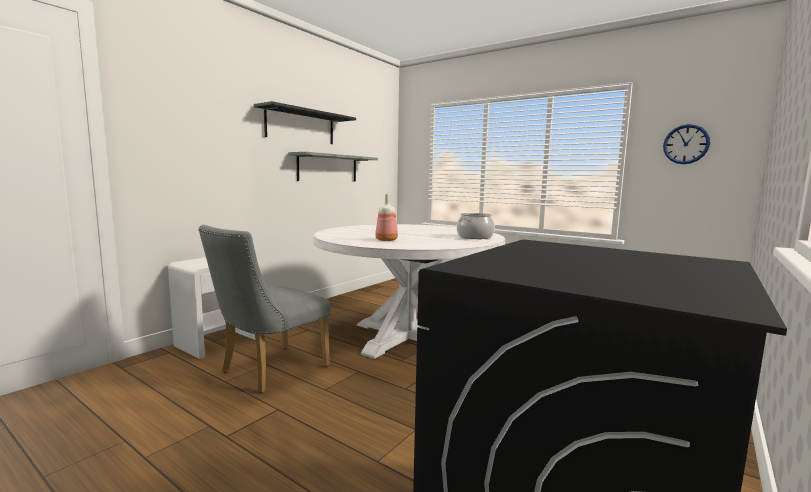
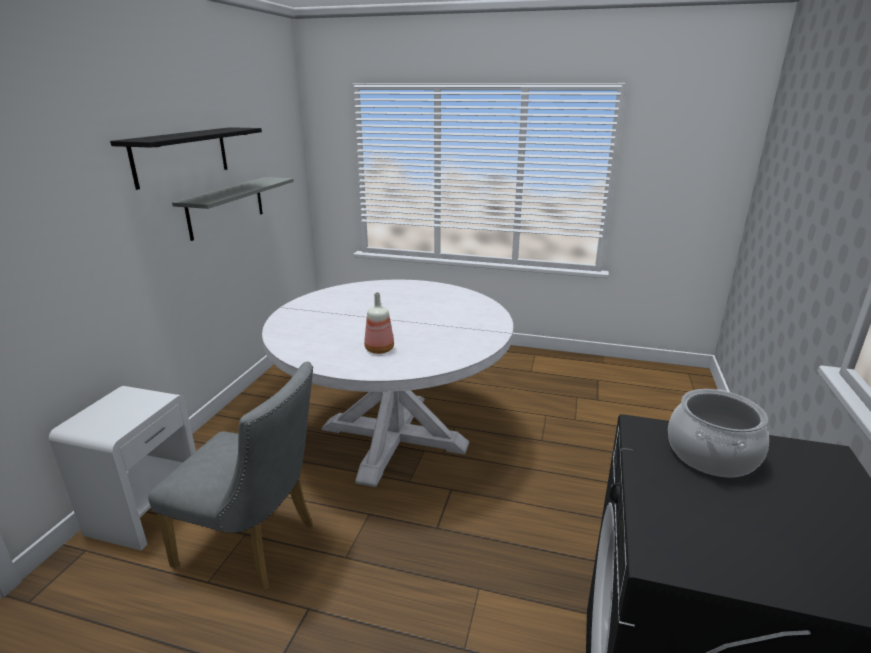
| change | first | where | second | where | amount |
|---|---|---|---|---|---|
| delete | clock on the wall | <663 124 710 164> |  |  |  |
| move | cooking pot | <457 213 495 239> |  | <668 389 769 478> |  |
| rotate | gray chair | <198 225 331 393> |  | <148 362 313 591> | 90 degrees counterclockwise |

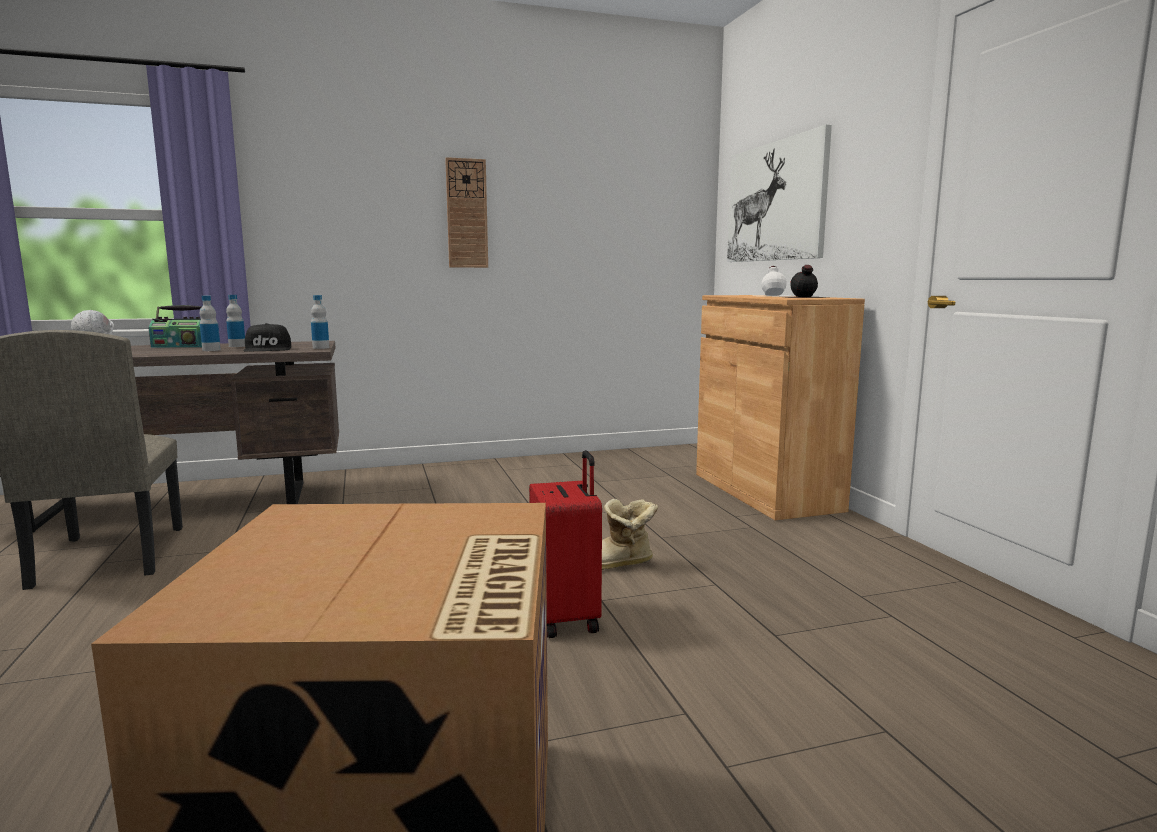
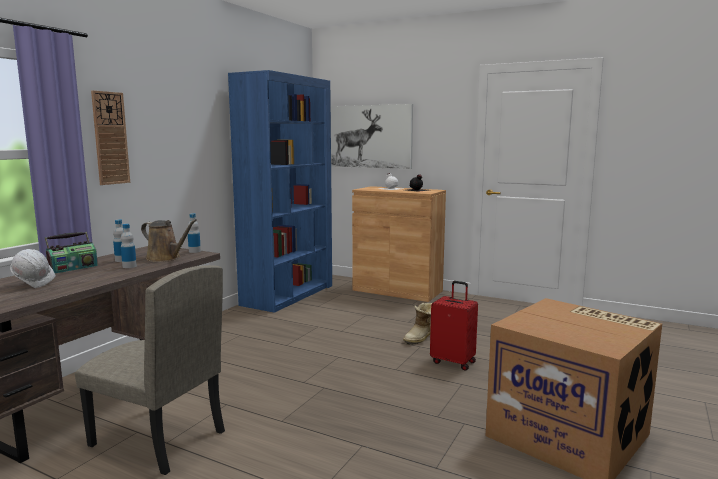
| change | first | where | second | where | amount |
|---|---|---|---|---|---|
| insert |  |  | blue bookshelf | <228 70 332 313> |  |
| move | clock on the wall | <445 157 488 268> |  | <91 90 130 185> |  |
| replace | black-coloured baseball cap | <243 323 291 351> | brown-coloured sprinkling can | <141 219 197 262> |  |

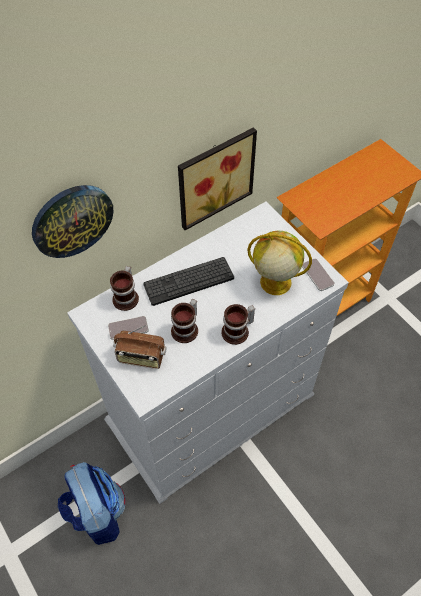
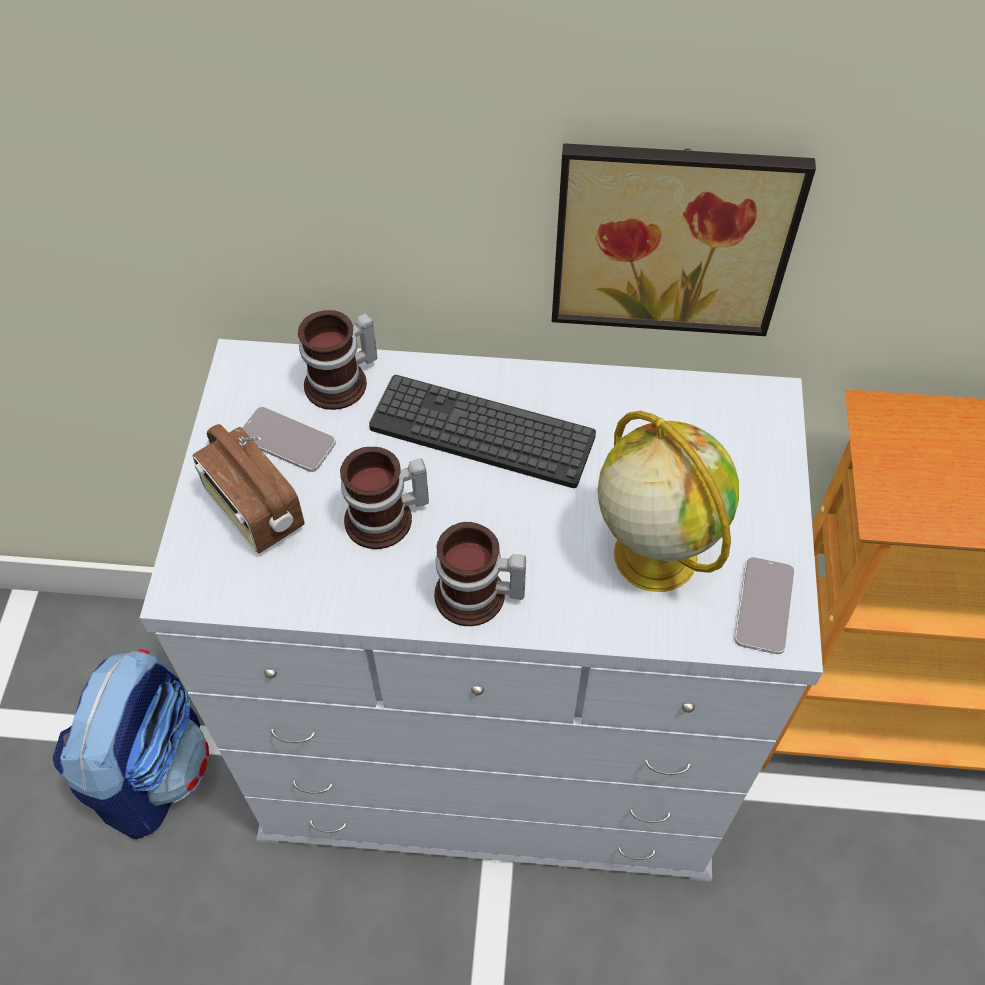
| change | first | where | second | where | amount |
|---|---|---|---|---|---|
| delete | clock on the wall | <32 185 114 258> |  |  |  |

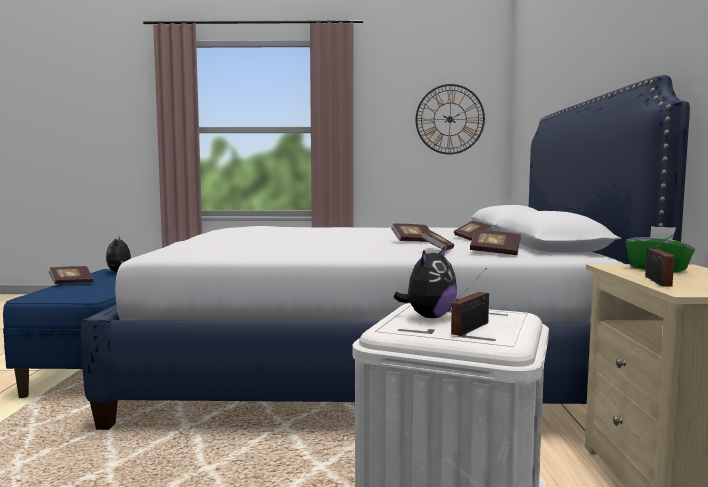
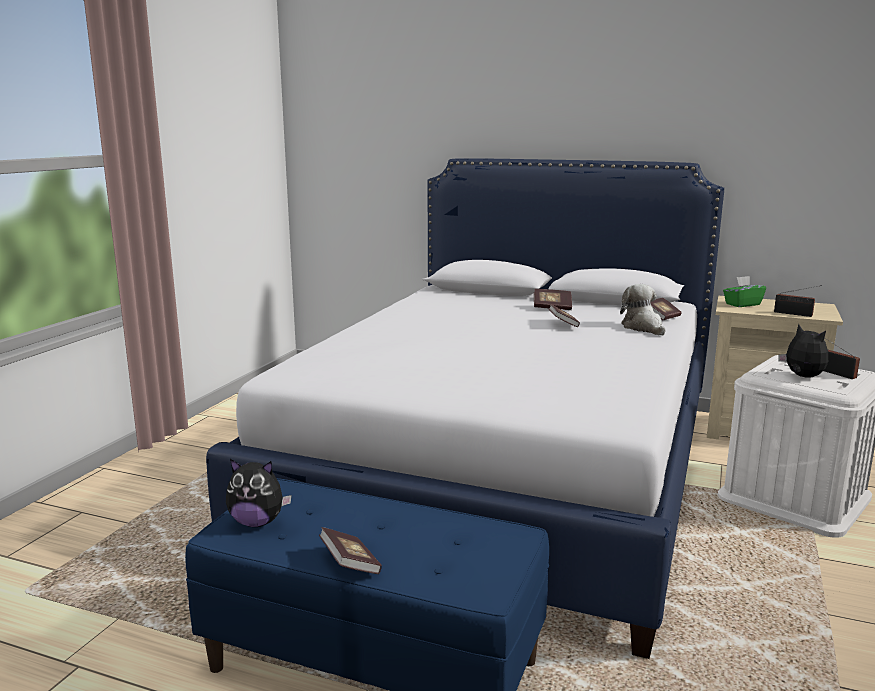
| change | first | where | second | where | amount |
|---|---|---|---|---|---|
| delete | clock on the wall | <416 84 485 154> |  |  |  |
| replace | bound book | <420 230 454 251> | soft toy | <620 284 665 336> |  |

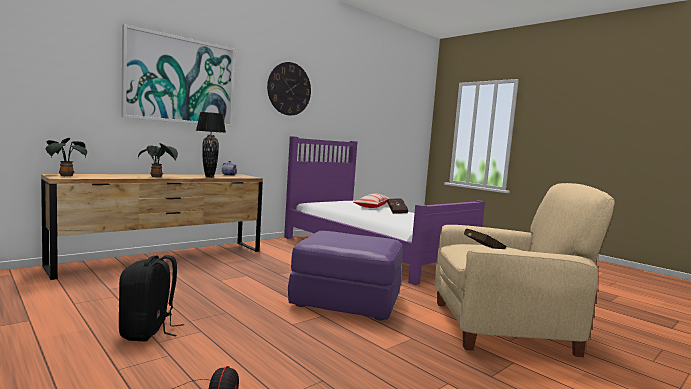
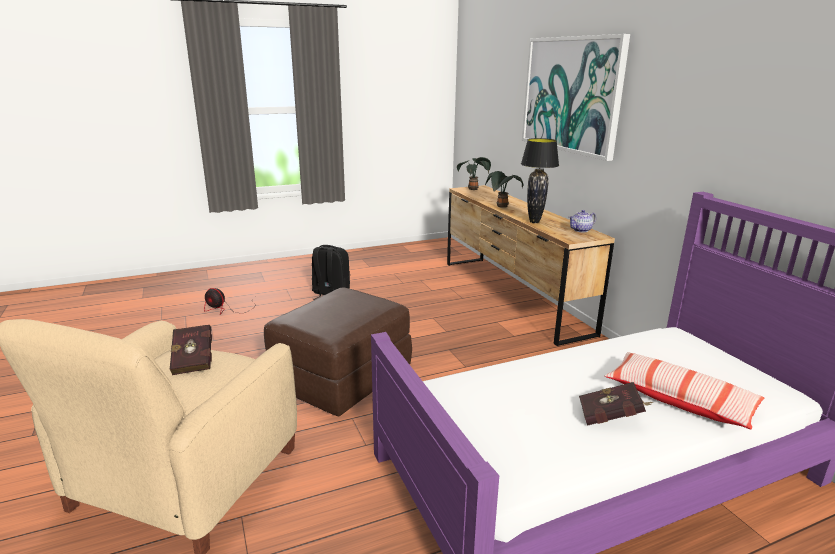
| change | first | where | second | where | amount |
|---|---|---|---|---|---|
| delete | clock on the wall | <267 62 311 115> |  |  |  |
| recolor | purple ottoman | <288 231 403 321> | brown-coloured ottoman | <264 287 412 416> |  |

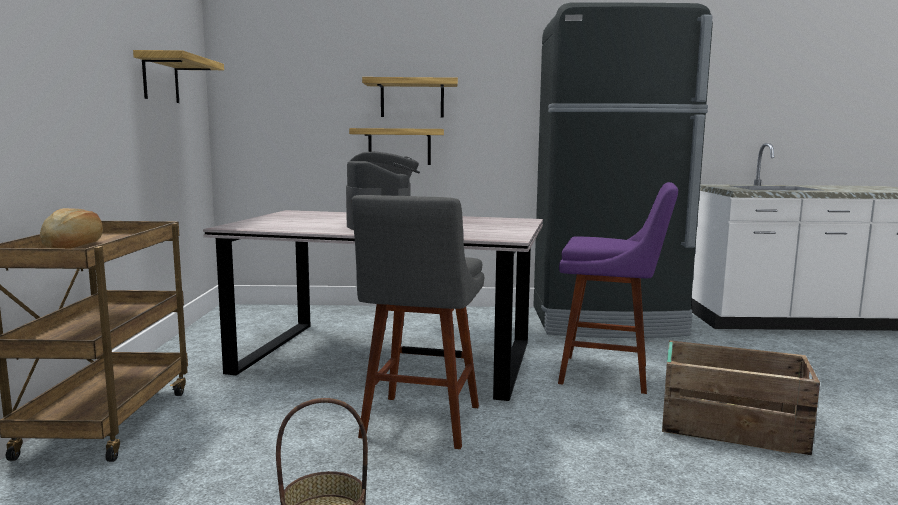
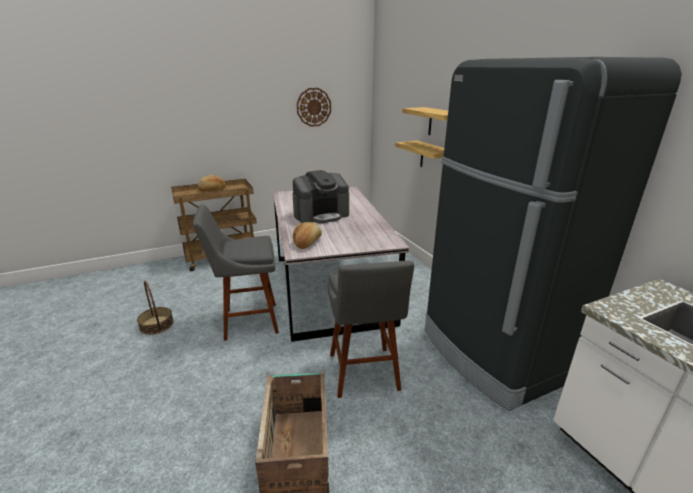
| change | first | where | second | where | amount |
|---|---|---|---|---|---|
| insert |  |  | bread | <293 222 322 249> |  |
| replace | shelf | <133 50 224 103> | clock on the wall | <297 88 331 127> |  |
| recolor | purple stool | <558 182 678 394> | gray stool | <328 261 414 398> |  |

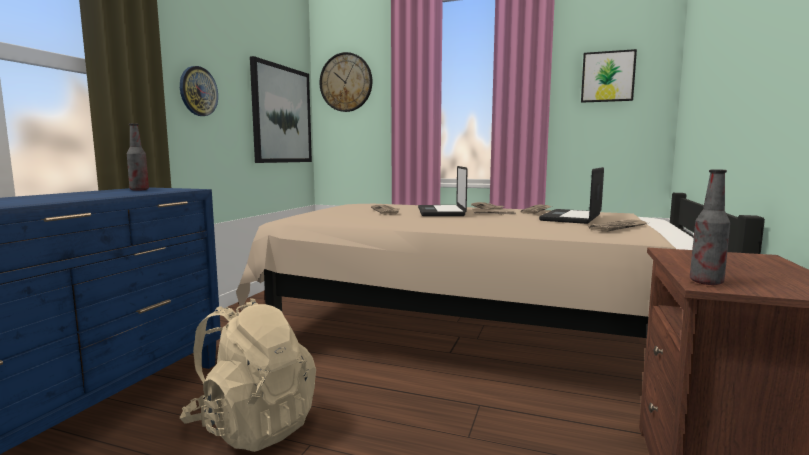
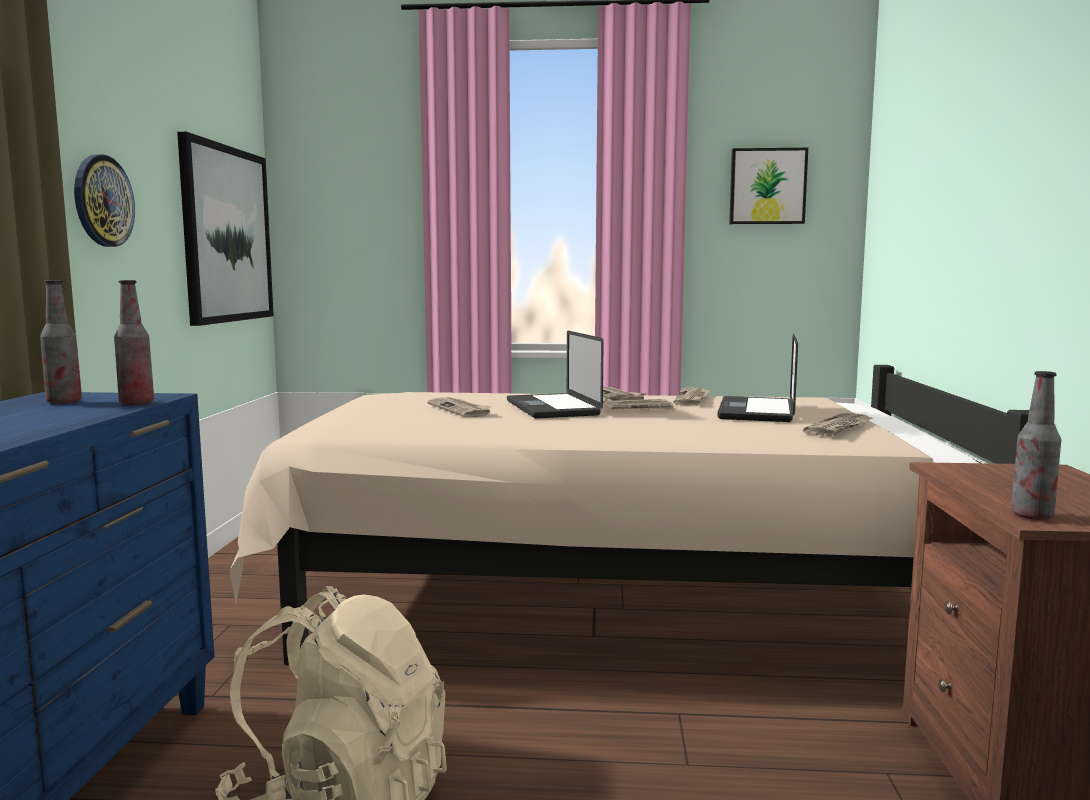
| change | first | where | second | where | amount |
|---|---|---|---|---|---|
| delete | clock on the wall | <320 52 372 112> |  |  |  |
| insert |  |  | beverage bottle | <114 280 154 405> |  |

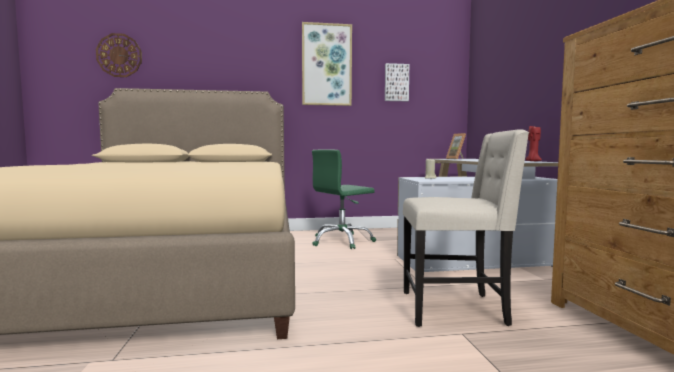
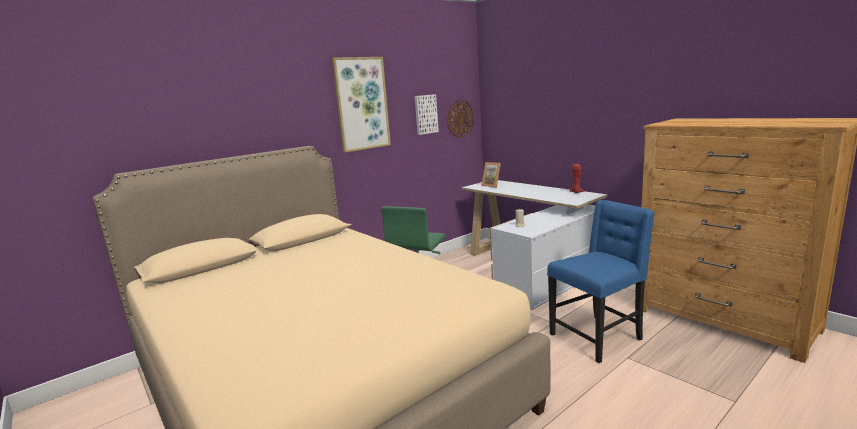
| change | first | where | second | where | amount |
|---|---|---|---|---|---|
| move | clock on the wall | <96 33 142 77> |  | <447 100 474 138> |  |
| recolor | beige chair | <403 129 529 327> | blue chair | <547 200 655 363> |  |

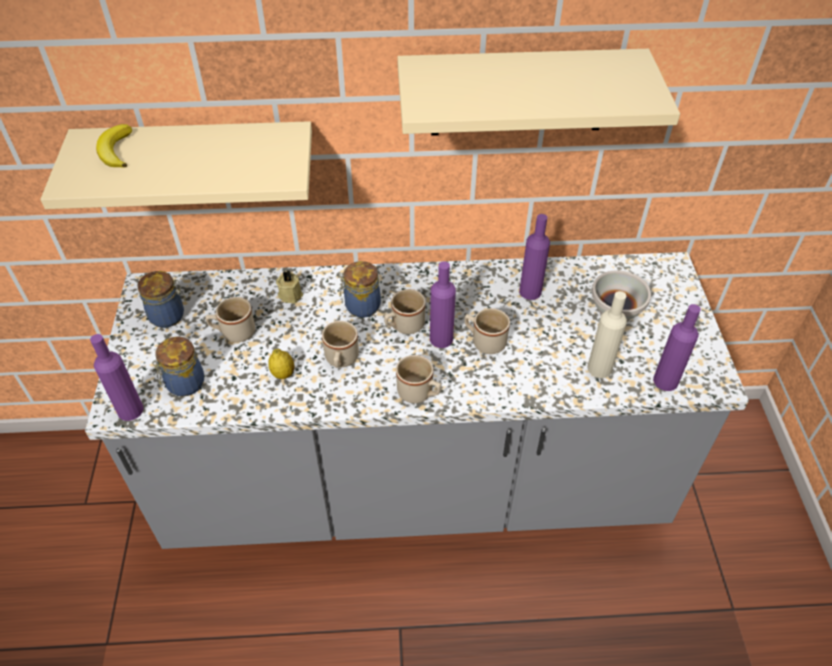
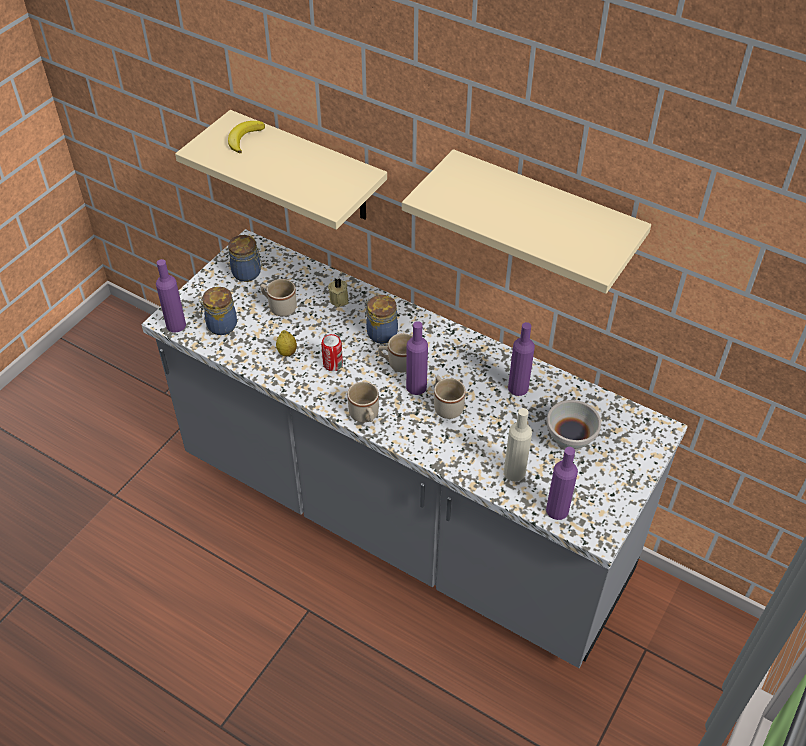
| change | first | where | second | where | amount |
|---|---|---|---|---|---|
| replace | beige tea mug | <322 321 359 368> | sealed can | <321 334 343 371> |  |

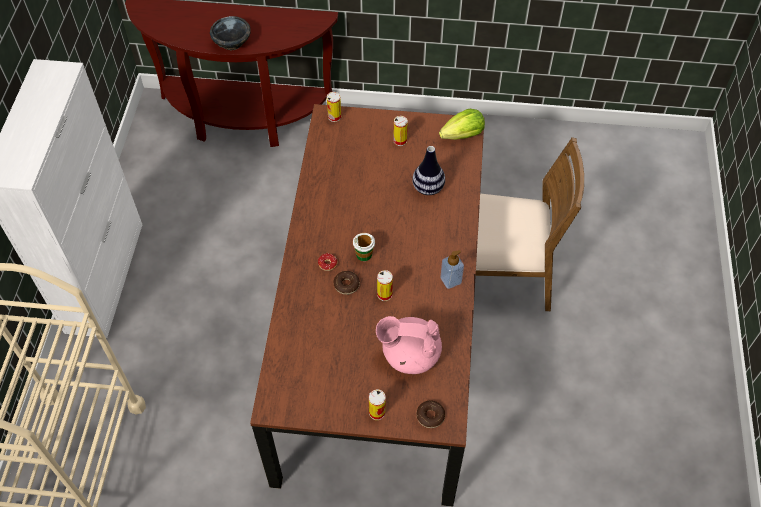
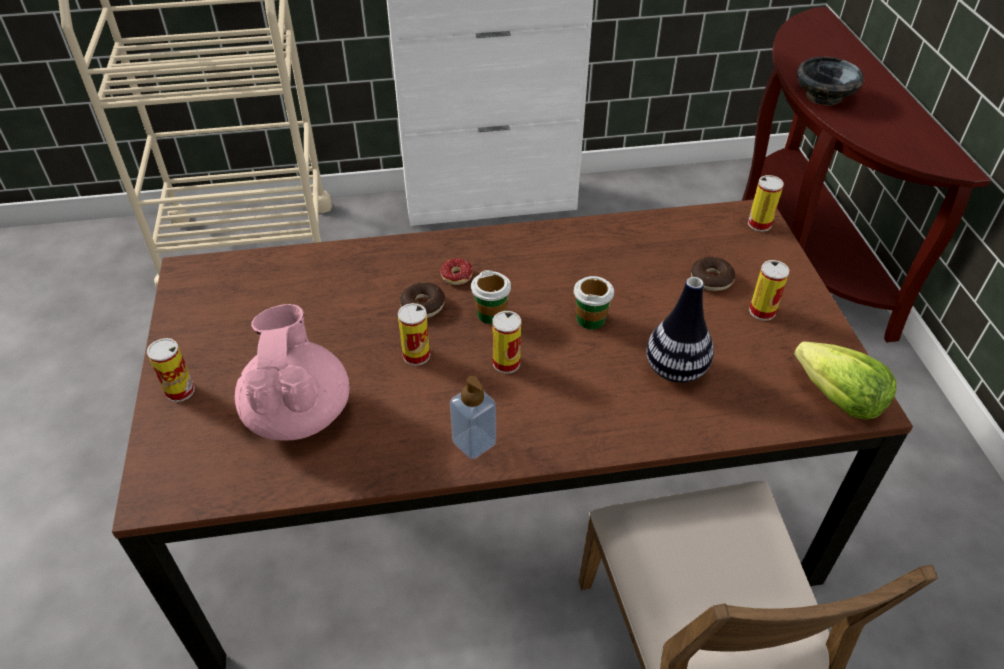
| change | first | where | second | where | amount |
|---|---|---|---|---|---|
| insert |  |  | sealed can | <492 311 521 374> |  |
| insert |  |  | cup | <574 276 614 329> |  |
| move | doughnut | <417 401 445 428> |  | <691 257 735 291> |  |

